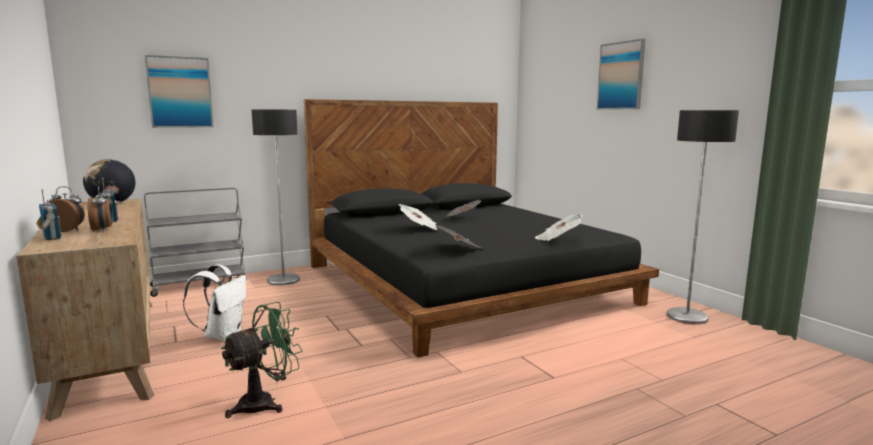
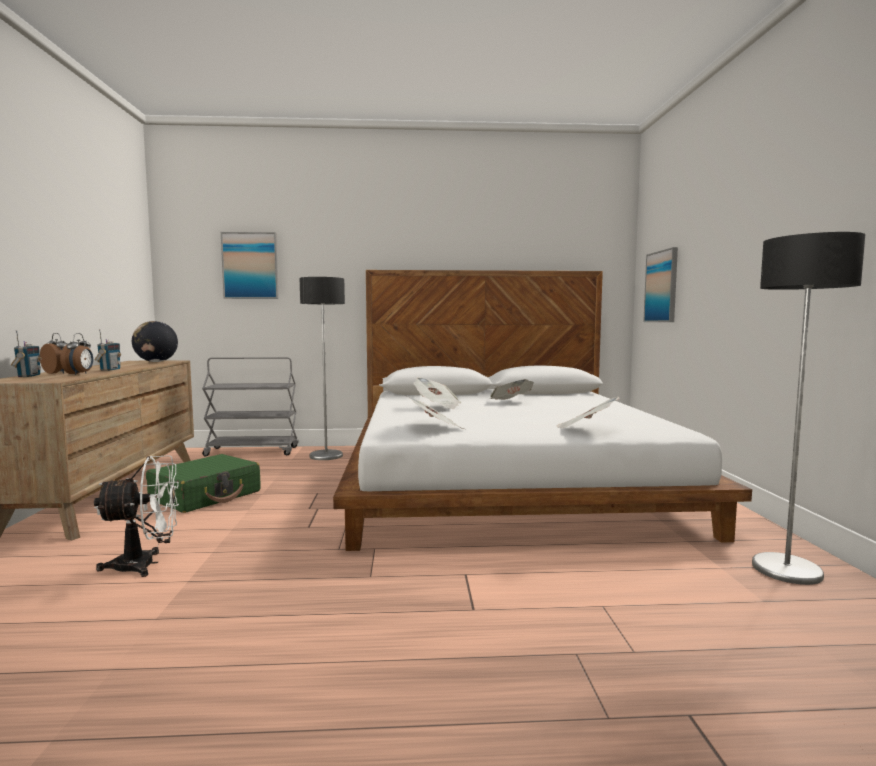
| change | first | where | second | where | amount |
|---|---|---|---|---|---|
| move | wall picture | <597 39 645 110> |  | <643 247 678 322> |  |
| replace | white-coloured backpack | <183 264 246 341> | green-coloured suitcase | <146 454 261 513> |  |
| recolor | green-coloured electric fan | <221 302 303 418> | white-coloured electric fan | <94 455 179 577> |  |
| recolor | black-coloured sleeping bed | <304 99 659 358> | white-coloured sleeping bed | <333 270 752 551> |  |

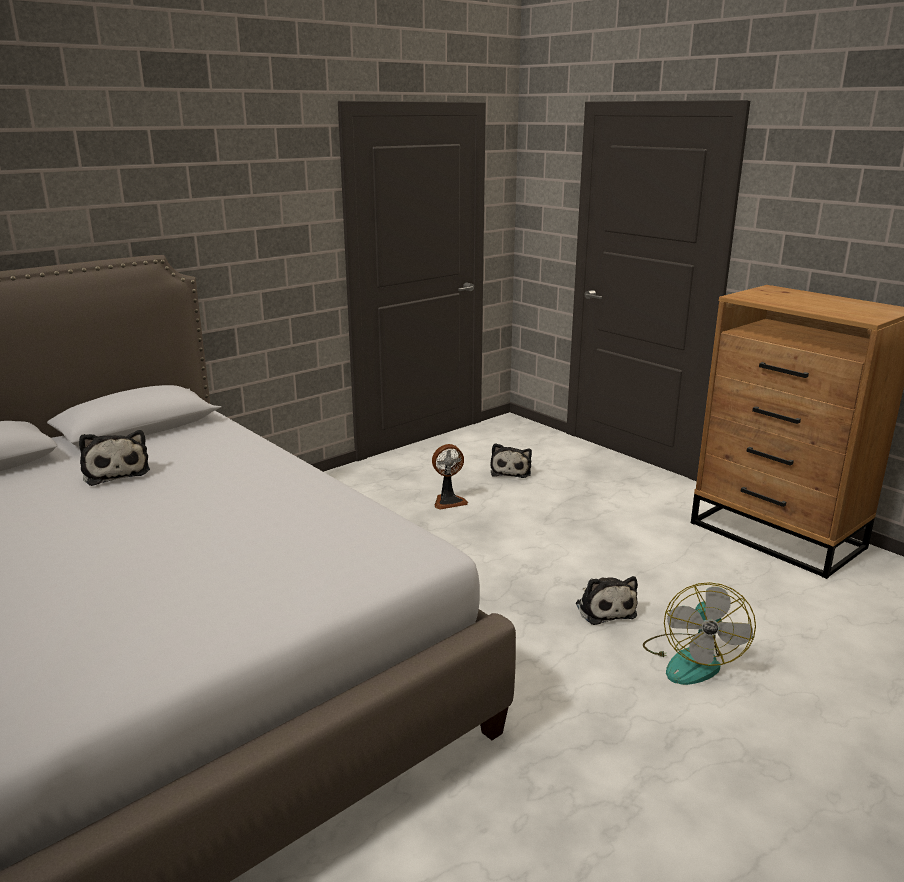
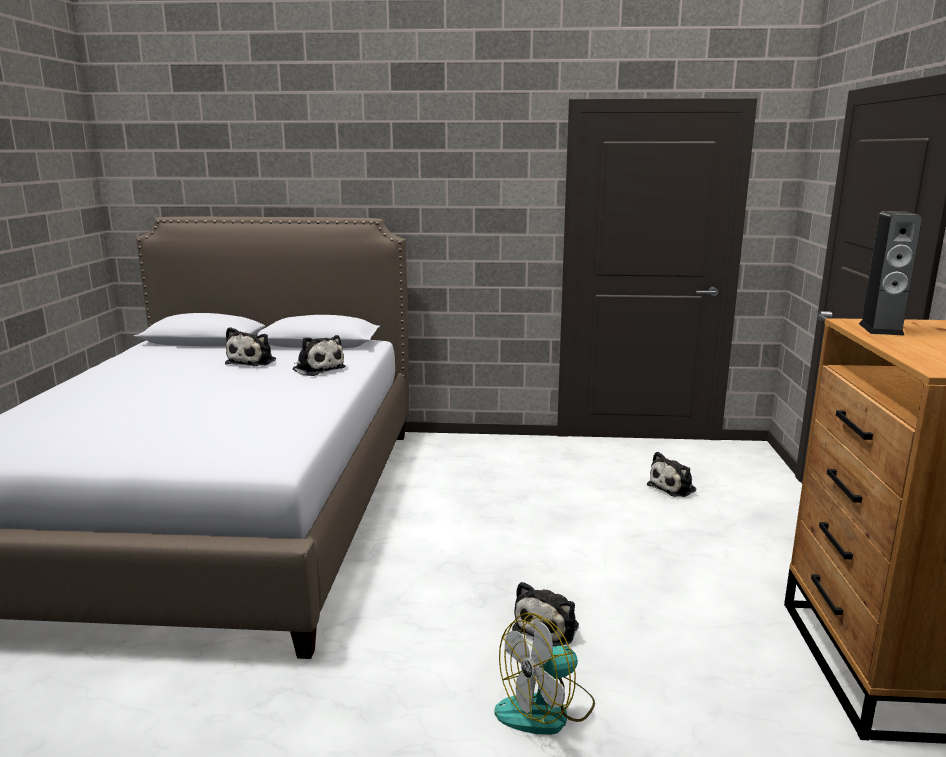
| change | first | where | second | where | amount |
|---|---|---|---|---|---|
| delete | electric fan | <432 444 468 509> |  |  |  |
| insert |  |  | soft toy | <293 335 345 376> |  |
| insert |  |  | loudspeaker | <859 211 922 336> |  |

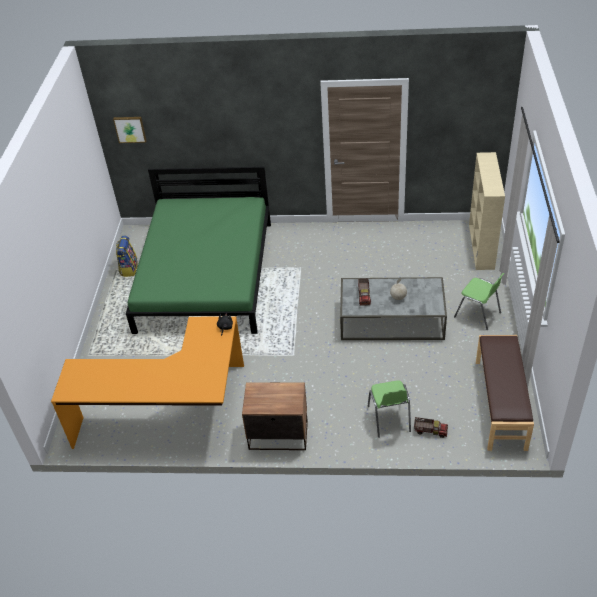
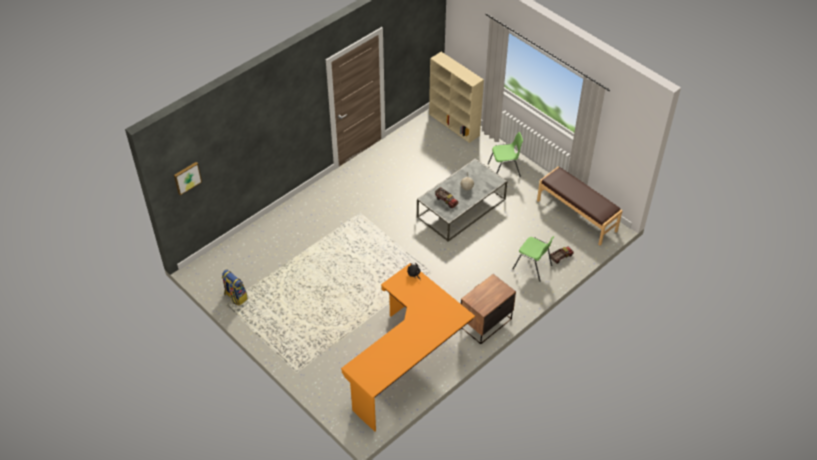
| change | first | where | second | where | amount |
|---|---|---|---|---|---|
| delete | green-coloured sleeping bed | <126 167 271 334> |  |  |  |

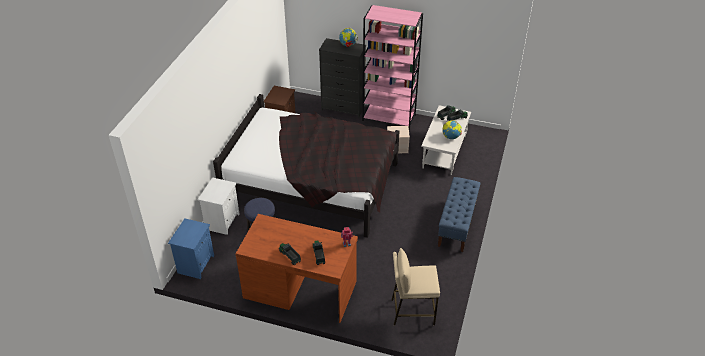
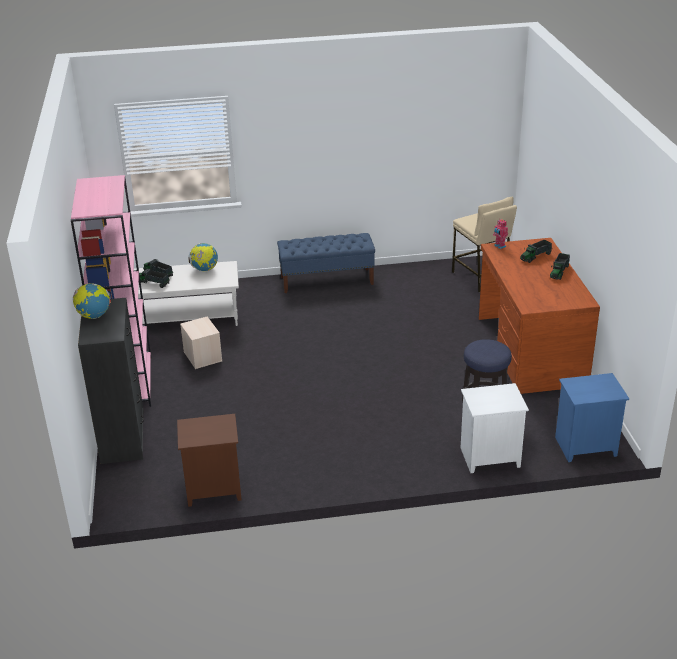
| change | first | where | second | where | amount |
|---|---|---|---|---|---|
| delete | black-coloured sleeping bed | <213 94 399 238> |  |  |  |

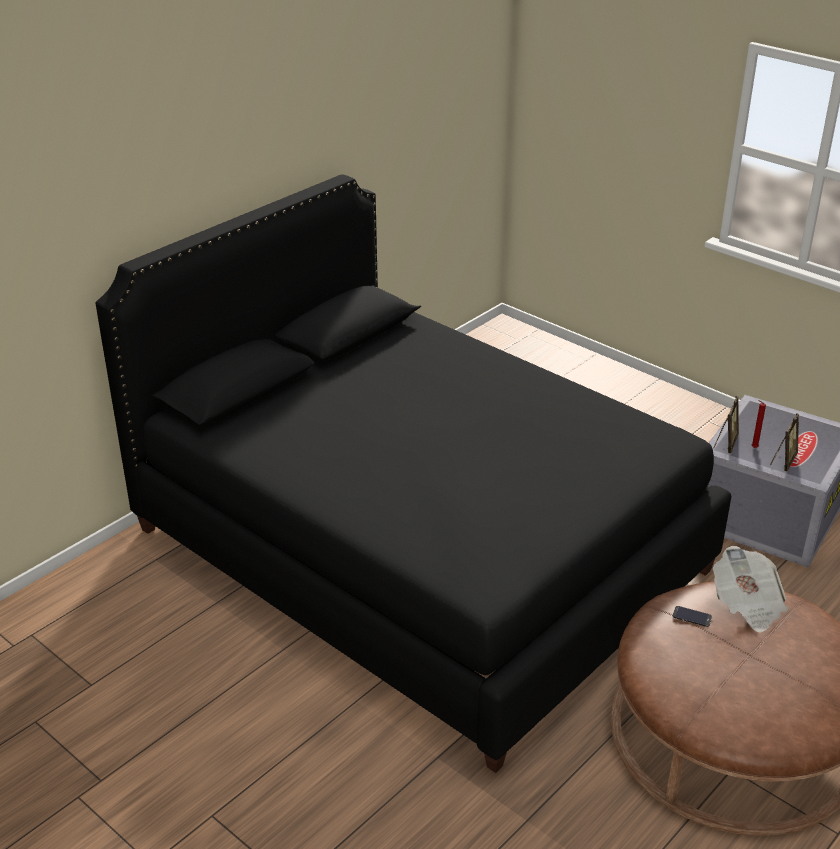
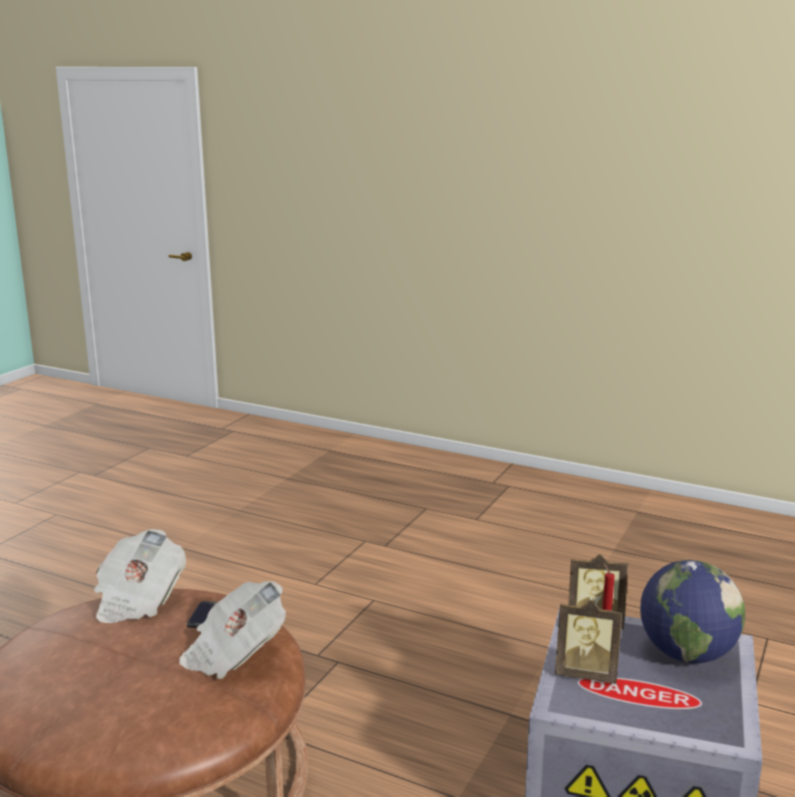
| change | first | where | second | where | amount |
|---|---|---|---|---|---|
| delete | black-coloured sleeping bed | <96 174 731 773> |  |  |  |
| insert |  |  | newspaper | <94 529 186 623> |  |
| insert |  |  | desk globe | <640 560 745 663> |  |

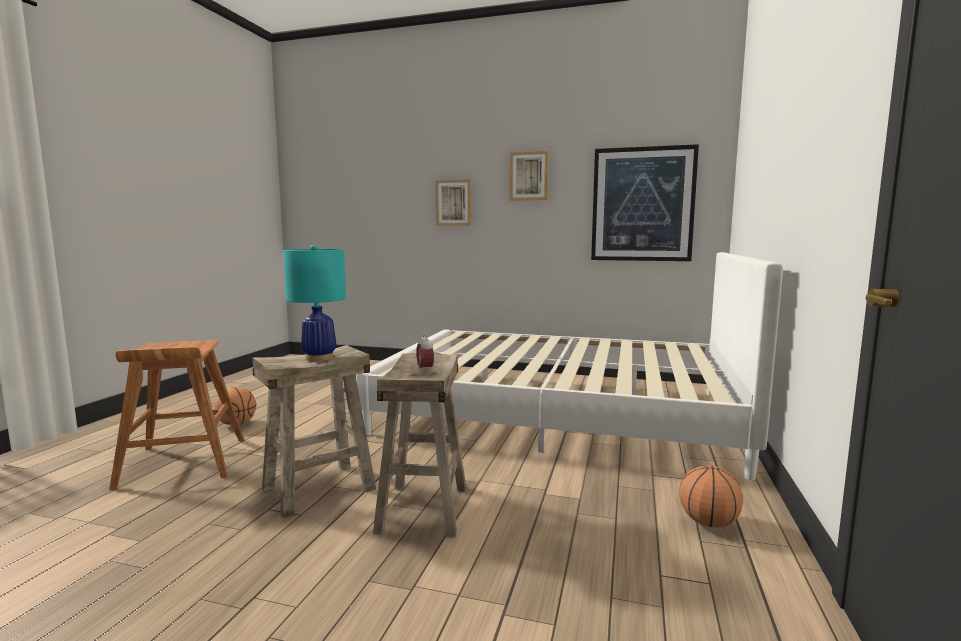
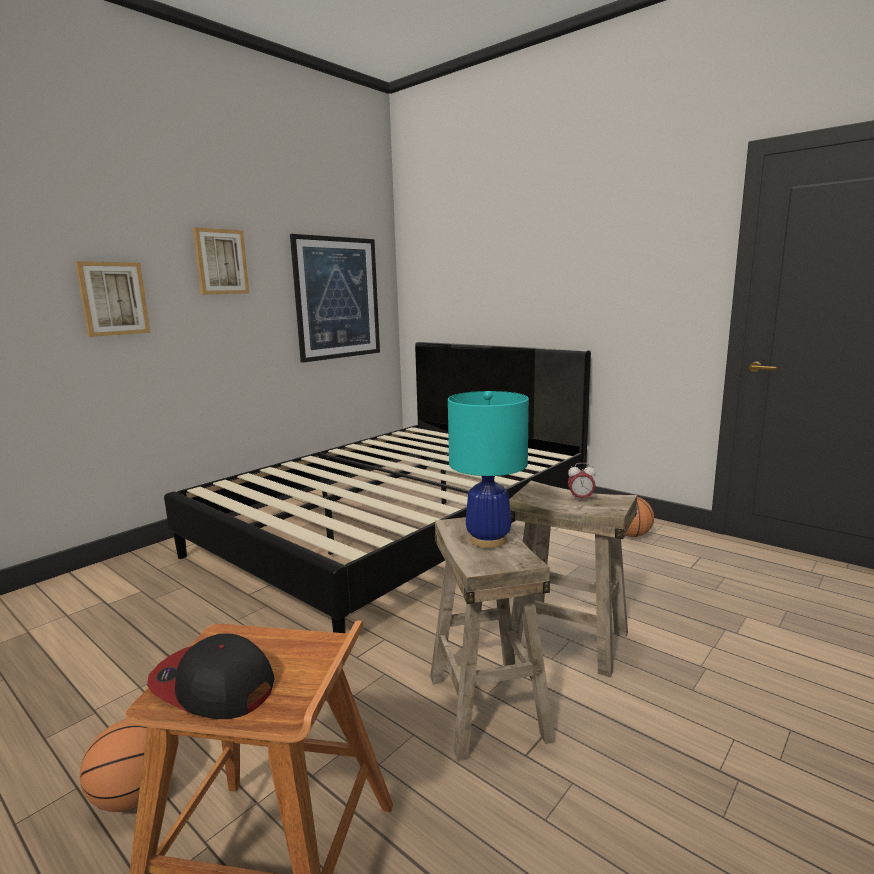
| change | first | where | second | where | amount |
|---|---|---|---|---|---|
| insert |  |  | baseball cap | <147 633 274 719> |  |
| recolor | white-coloured sleeping bed | <356 252 783 480> | black-coloured sleeping bed | <164 342 591 633> |  |

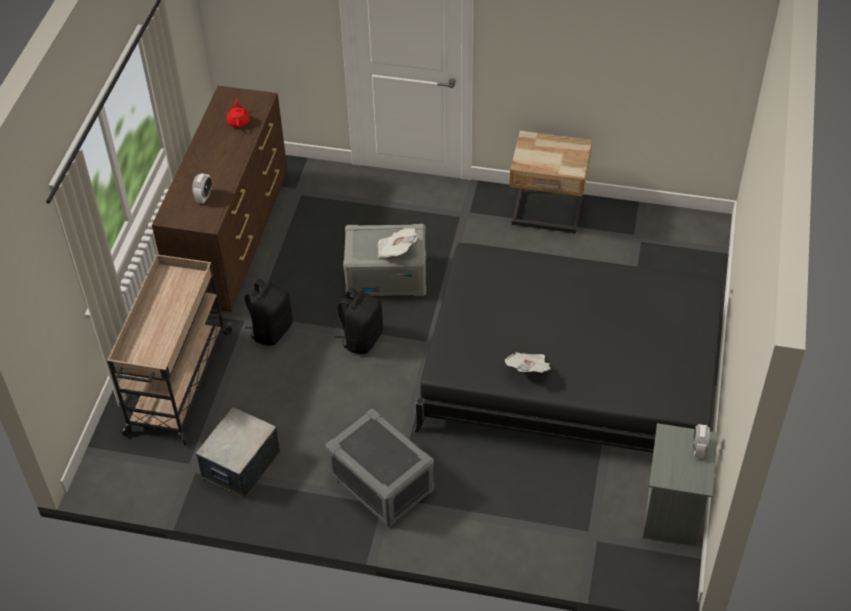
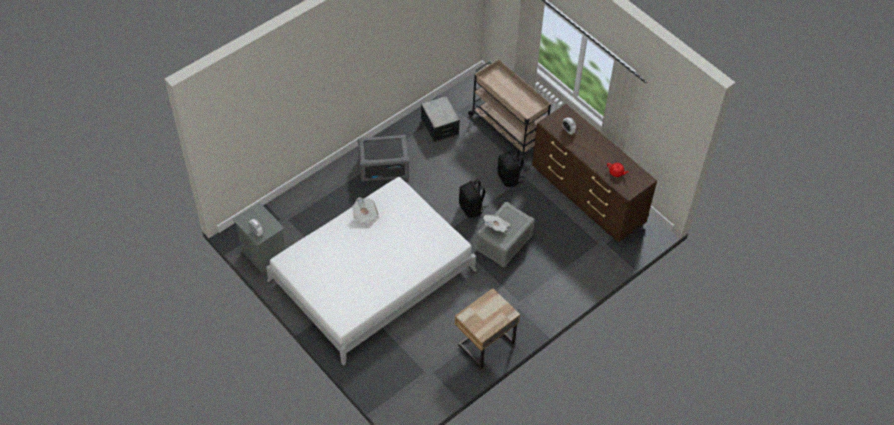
| change | first | where | second | where | amount |
|---|---|---|---|---|---|
| recolor | black-coloured sleeping bed | <414 243 724 453> | white-coloured sleeping bed | <266 177 477 366> |  |

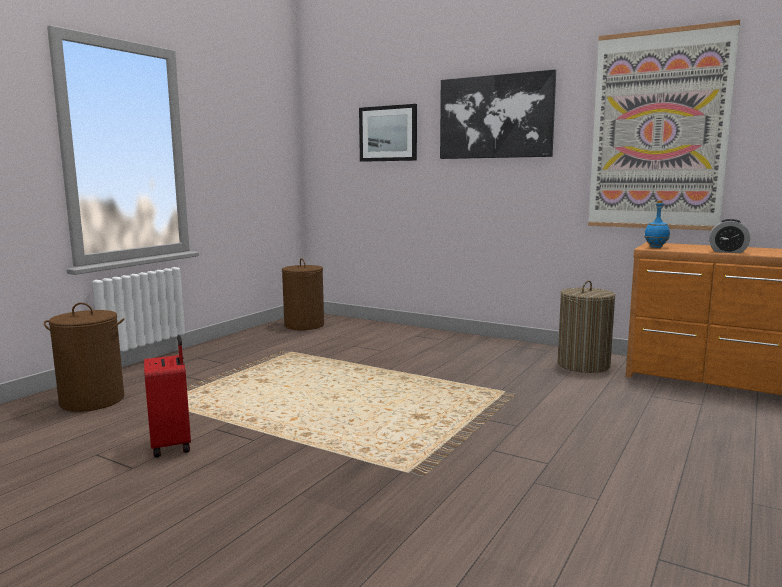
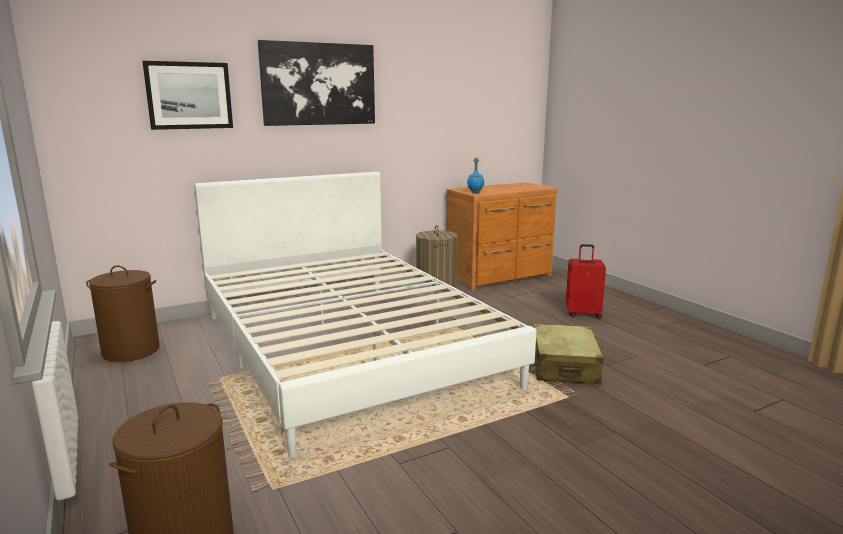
| change | first | where | second | where | amount |
|---|---|---|---|---|---|
| delete | wall picture | <588 20 740 230> |  |  |  |
| delete | table clock | <709 219 750 253> |  |  |  |
| insert |  |  | white-coloured sleeping bed | <194 172 536 458> |  |
| insert |  |  | beige suitcase | <533 324 604 384> |  |
| move | reddish suitcase | <144 335 191 458> |  | <566 244 606 319> |  |

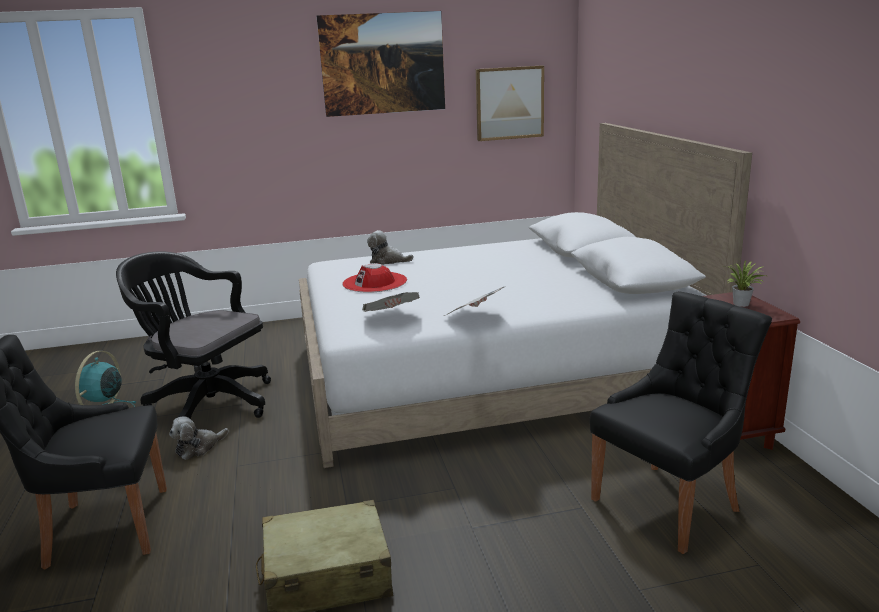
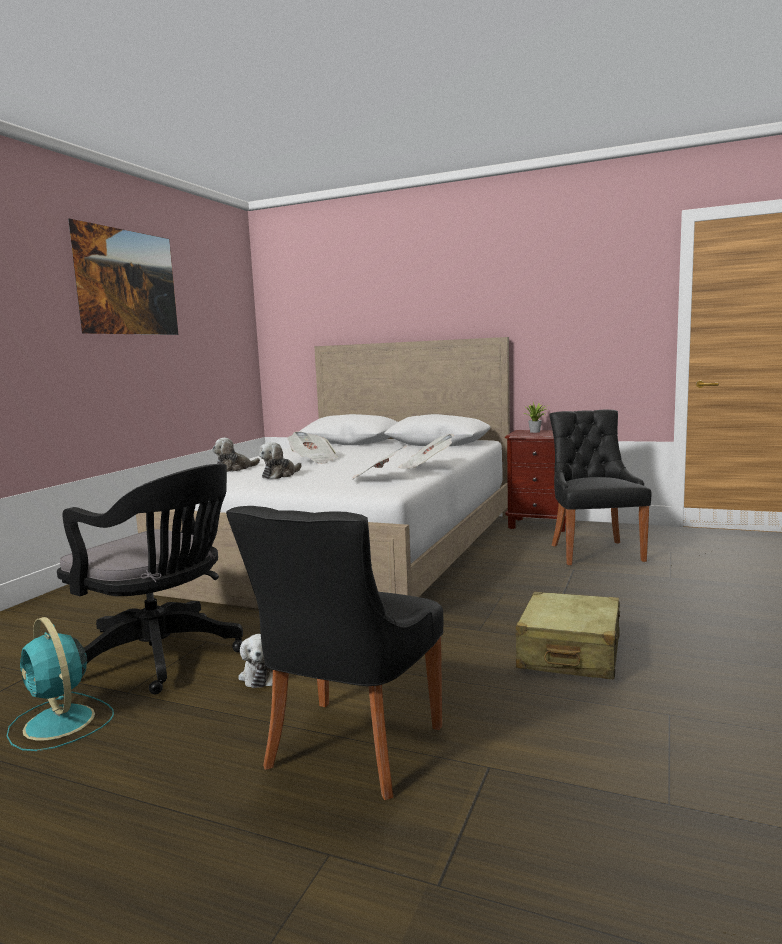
| change | first | where | second | where | amount |
|---|---|---|---|---|---|
| delete | wall picture | <476 66 544 141> |  |  |  |
| insert |  |  | newspaper | <287 431 338 464> |  |
| replace | reddish clothing hat | <342 263 407 293> | soft toy | <259 442 301 479> |  |
| rotate | black-coloured computer chair | <116 251 271 419> |  | <57 464 243 694> | 120 degrees counterclockwise |

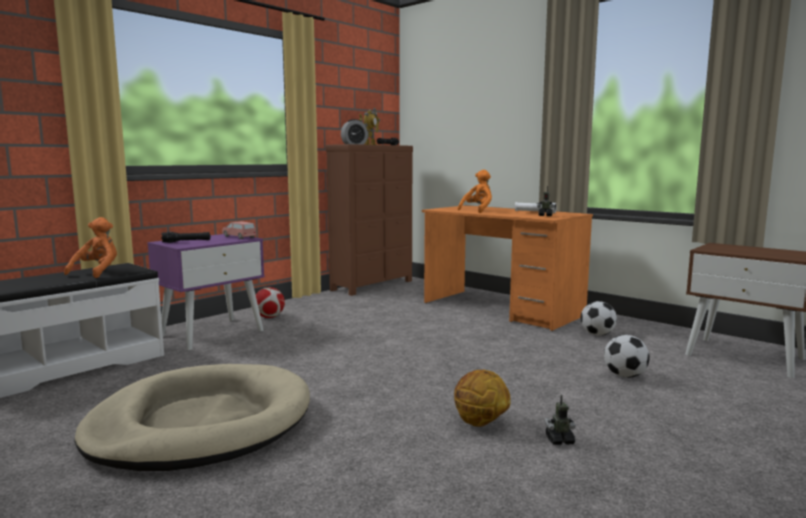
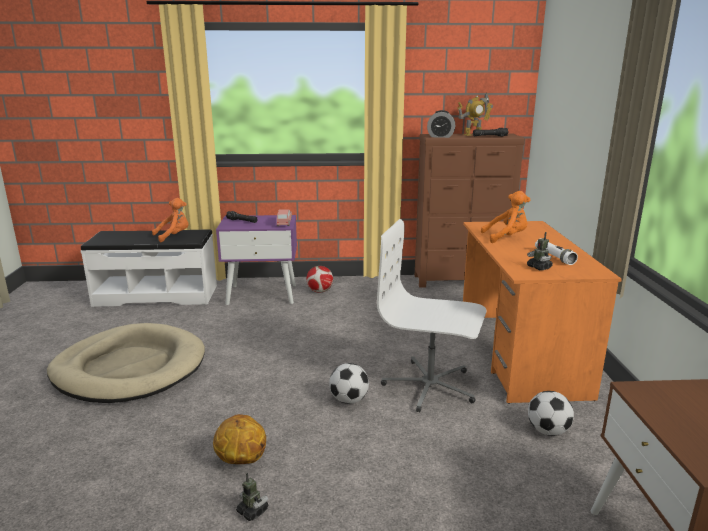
| change | first | where | second | where | amount |
|---|---|---|---|---|---|
| insert |  |  | white-coloured computer chair | <377 219 486 412> |  |
| move | football | <604 335 650 378> |  | <329 363 369 404> |  |

